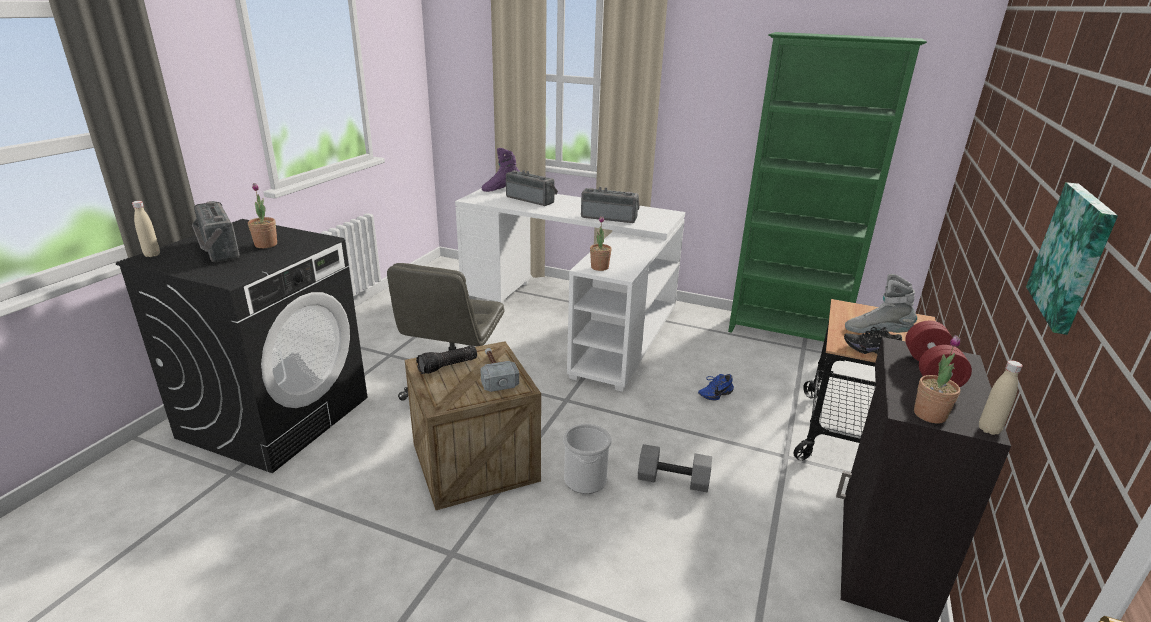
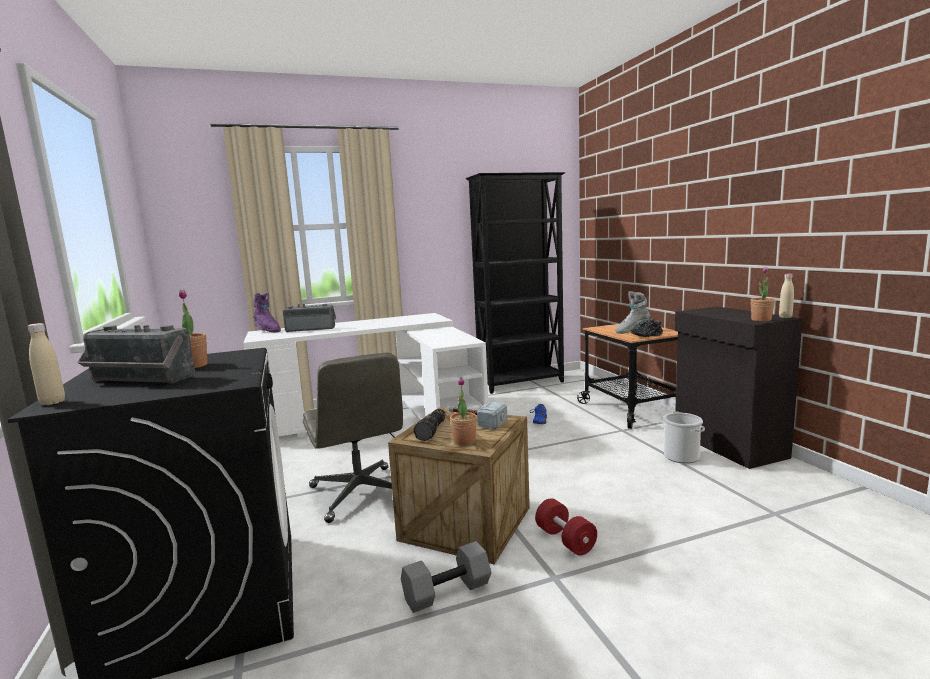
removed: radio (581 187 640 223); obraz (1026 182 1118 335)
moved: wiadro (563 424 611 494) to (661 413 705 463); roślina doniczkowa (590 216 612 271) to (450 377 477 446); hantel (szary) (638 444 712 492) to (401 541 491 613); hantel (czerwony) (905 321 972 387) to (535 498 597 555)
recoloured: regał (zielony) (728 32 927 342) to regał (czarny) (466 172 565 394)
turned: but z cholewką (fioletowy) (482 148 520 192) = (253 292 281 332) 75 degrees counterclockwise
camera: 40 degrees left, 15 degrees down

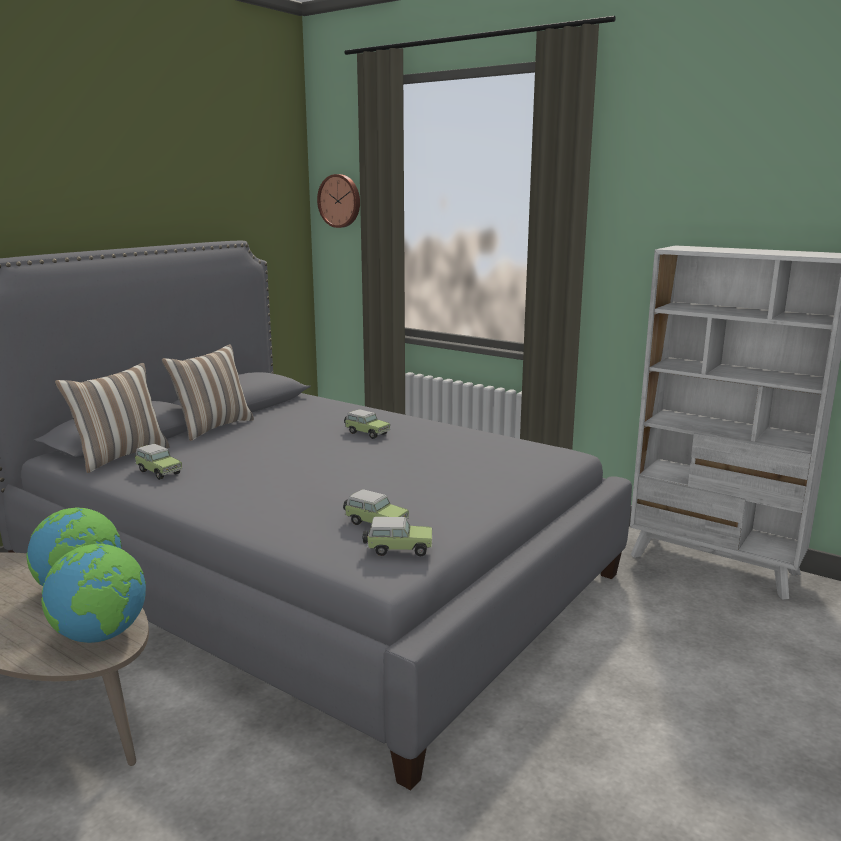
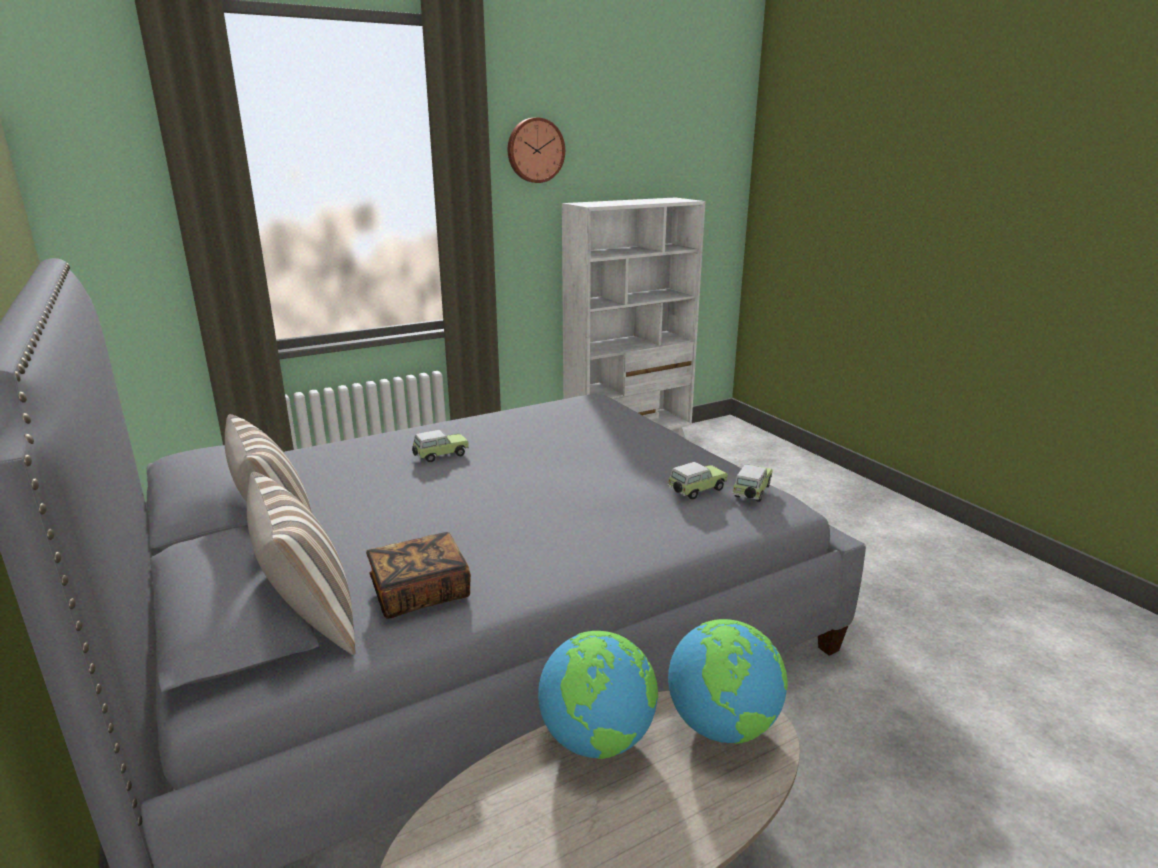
moved: zegar ścienny (317 174 360 228) to (508 118 565 183)
replaced: samochodzik (135 444 182 480) to książka (366 532 471 619)
camera: 65 degrees left, 5 degrees up

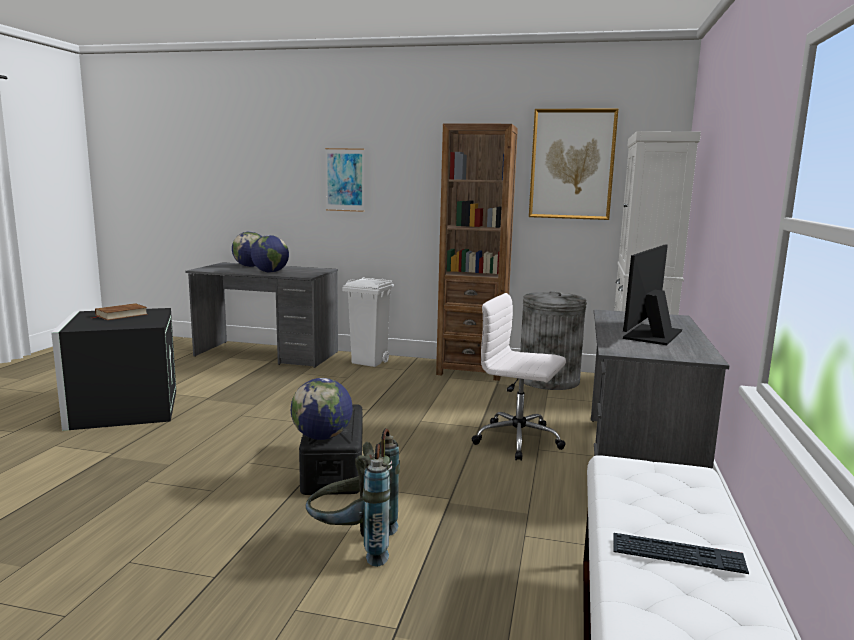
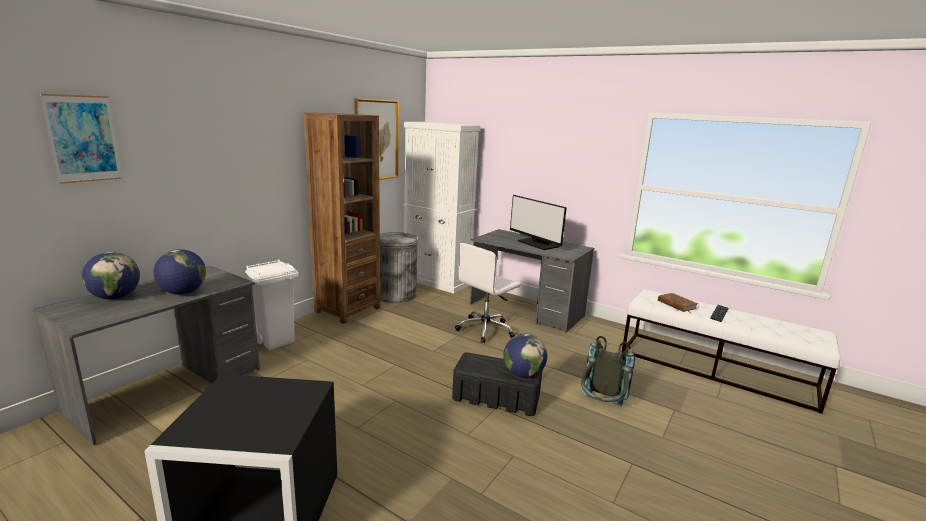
moved: książka (brązowy) (93 303 148 320) to (658 293 698 313); obraz (325 148 364 212) to (40 94 122 184)
camera: 70 degrees left, 5 degrees up

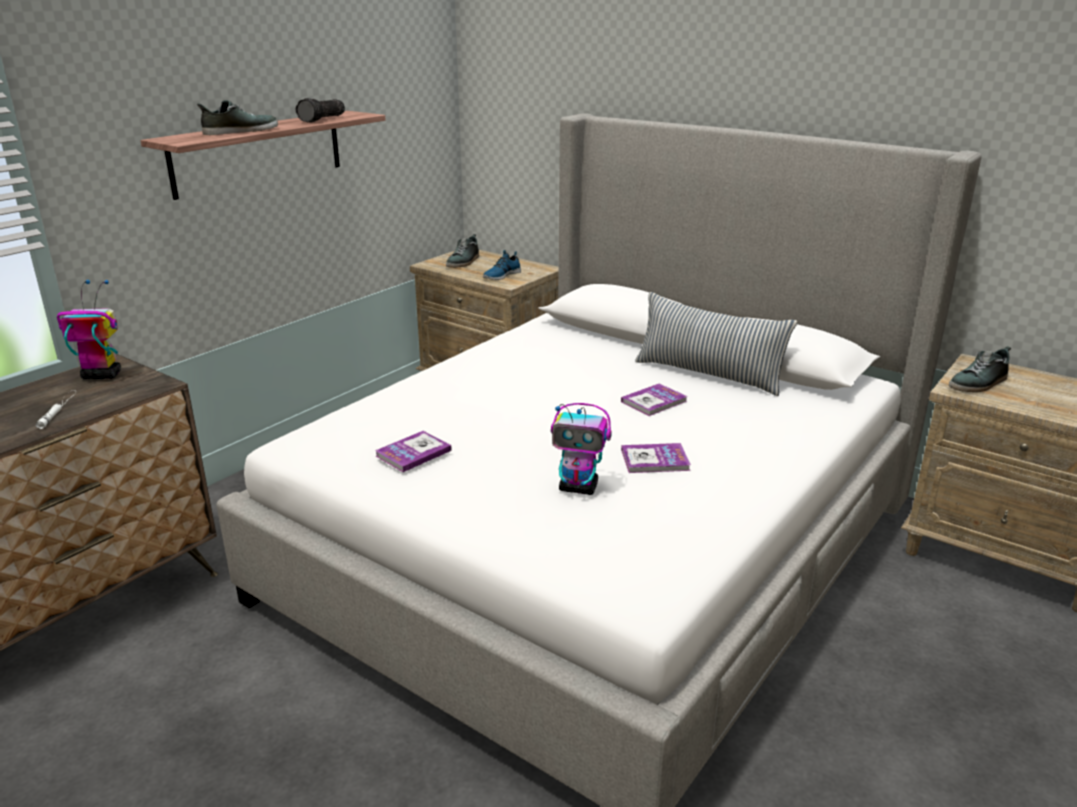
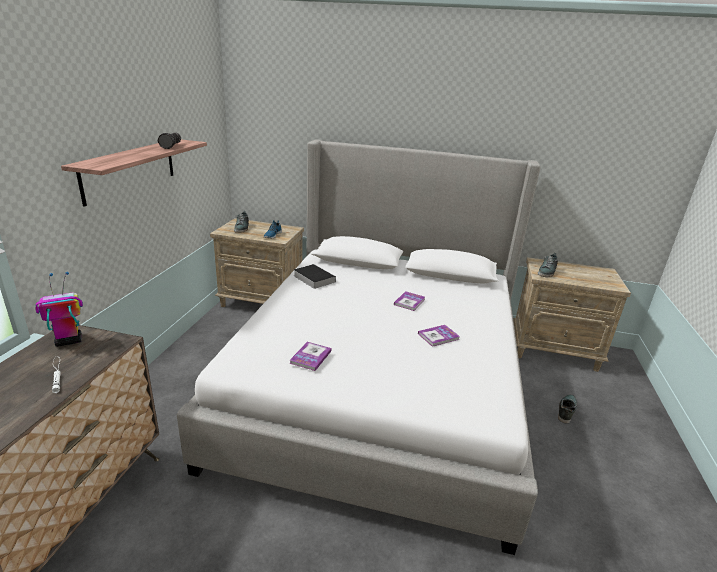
removed: robot zabawkowy (551 403 612 495); poduszka (635 292 797 396)
added: książka (294 264 336 289)
moved: but (197 100 278 135) to (558 395 577 424)
camera: 25 degrees left, 0 degrees up

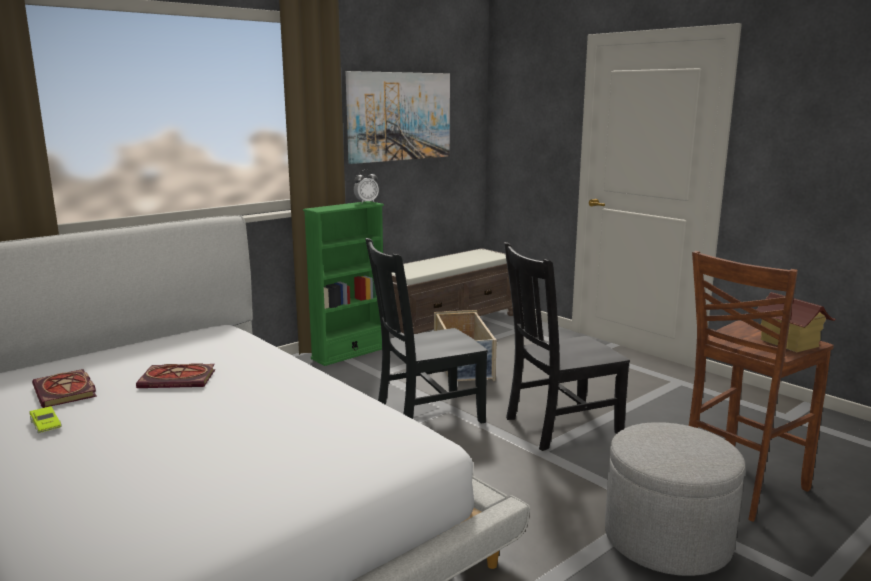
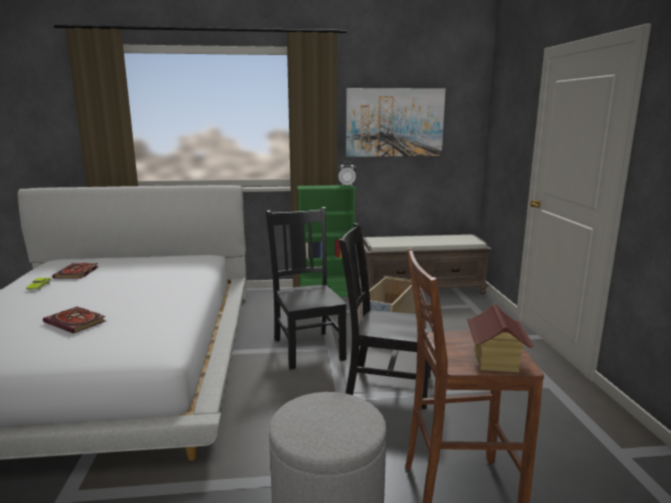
moved: książka (136 363 215 388) to (43 307 106 333)
turned: krzesło (czarny) (365 238 488 424) = (266 207 347 370) 60 degrees clockwise
camera: 35 degrees right, 0 degrees up

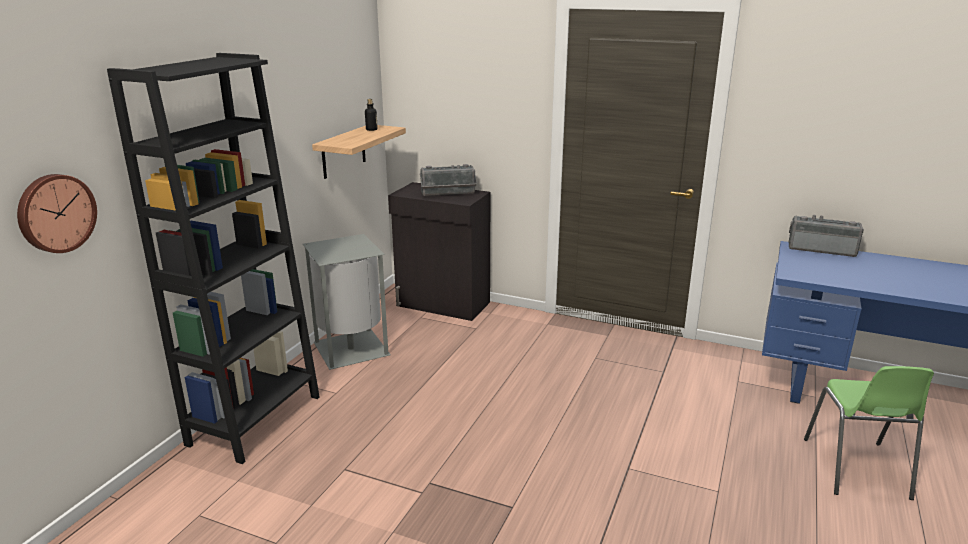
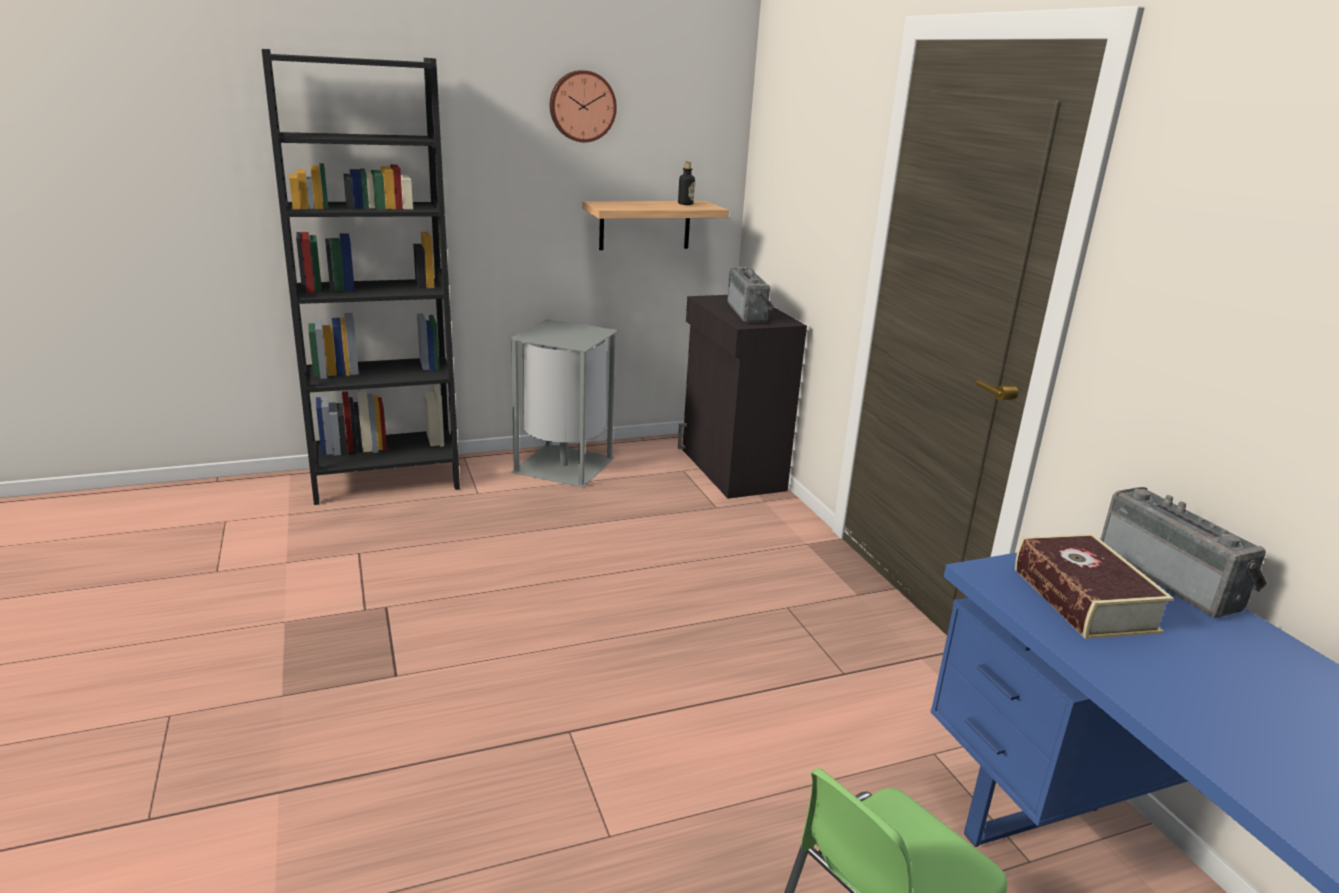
added: książka (1015 534 1174 639)
moved: zegar ścienny (17 174 97 253) to (550 70 617 142)
turned: radio (420 164 477 196) = (727 267 775 323) 135 degrees counterclockwise
camera: 45 degrees right, 0 degrees up

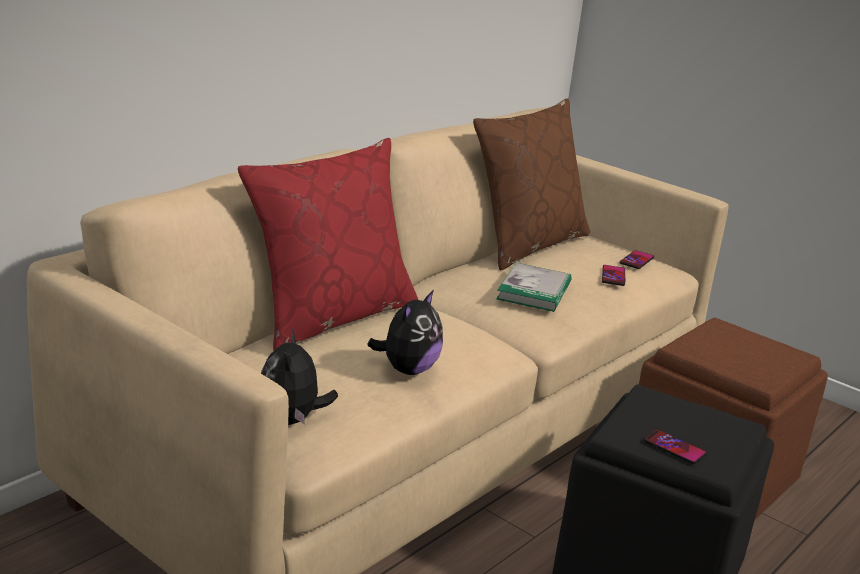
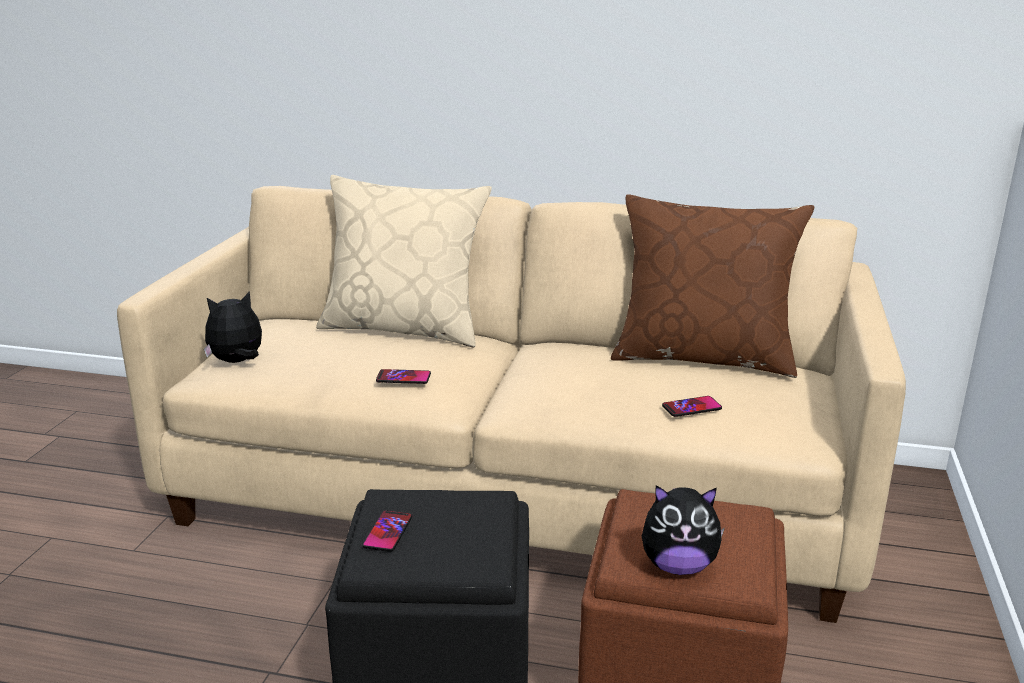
removed: książka (496 263 571 312)
moved: pluszak (367 290 443 375) to (642 485 725 575); telefon (620 250 654 269) to (376 369 431 384)
recoloured: poduszka (czerwony) (238 138 418 351) to poduszka (beżowy) (316 175 492 347)
camera: 65 degrees right, 0 degrees up

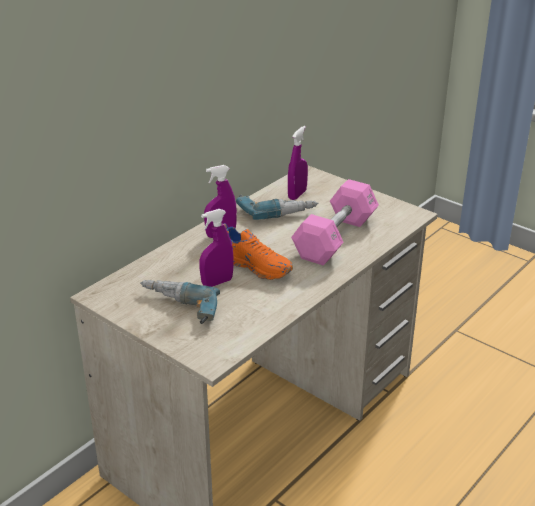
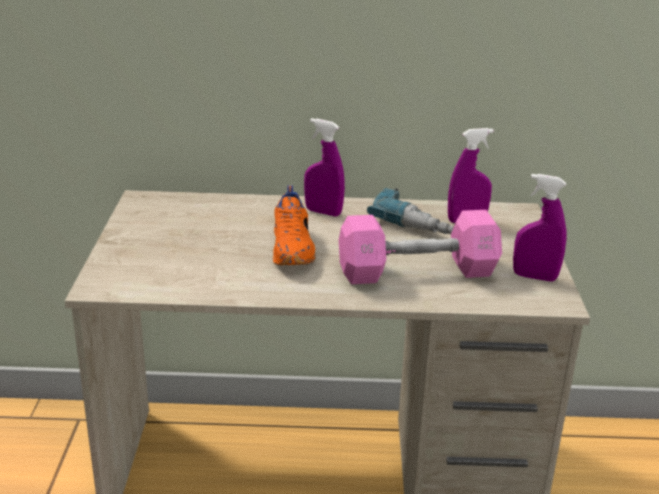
removed: wiertarka (140 280 220 324)
moved: spryskiwacz (fioletowy) (199 209 234 287) to (513 174 567 281)
camera: 50 degrees right, 5 degrees down

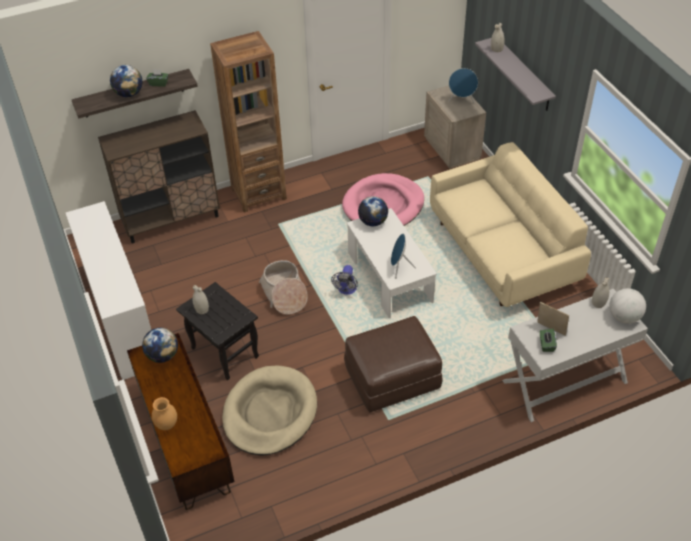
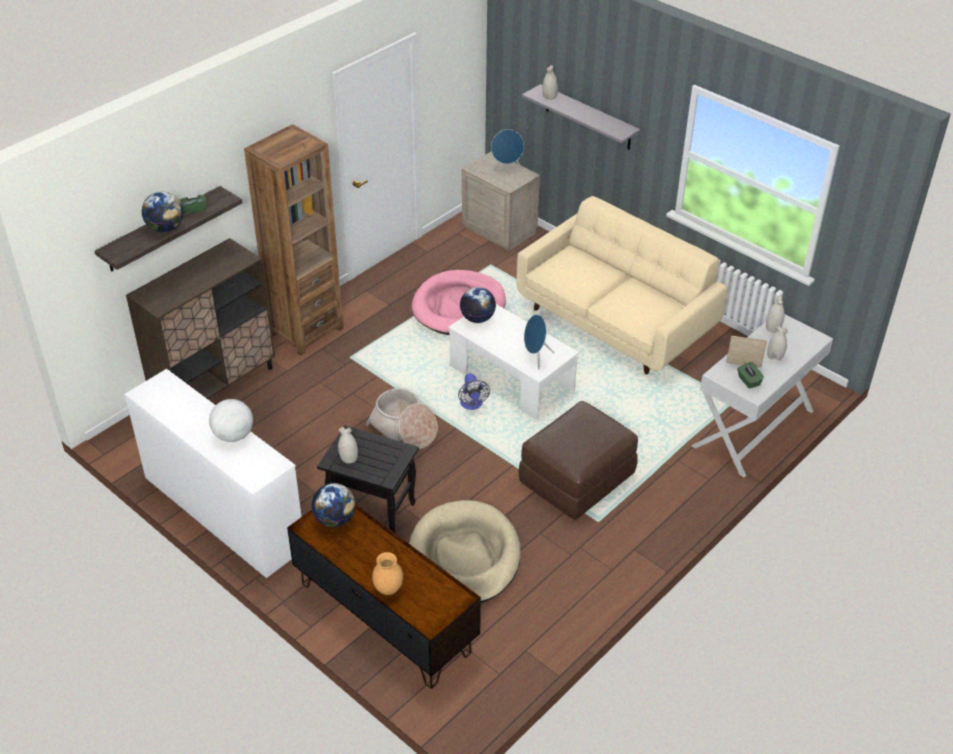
added: wazon (biały) (767 326 788 360)
moved: globus (609 288 646 324) to (209 399 253 442)
camera: 25 degrees left, 5 degrees down

